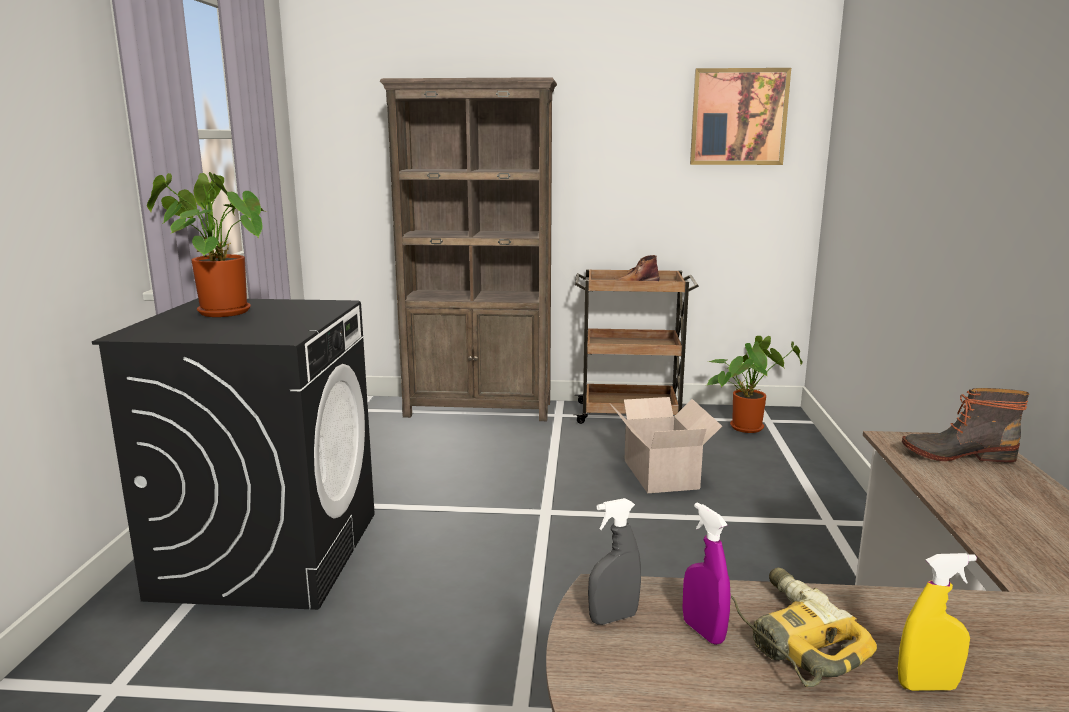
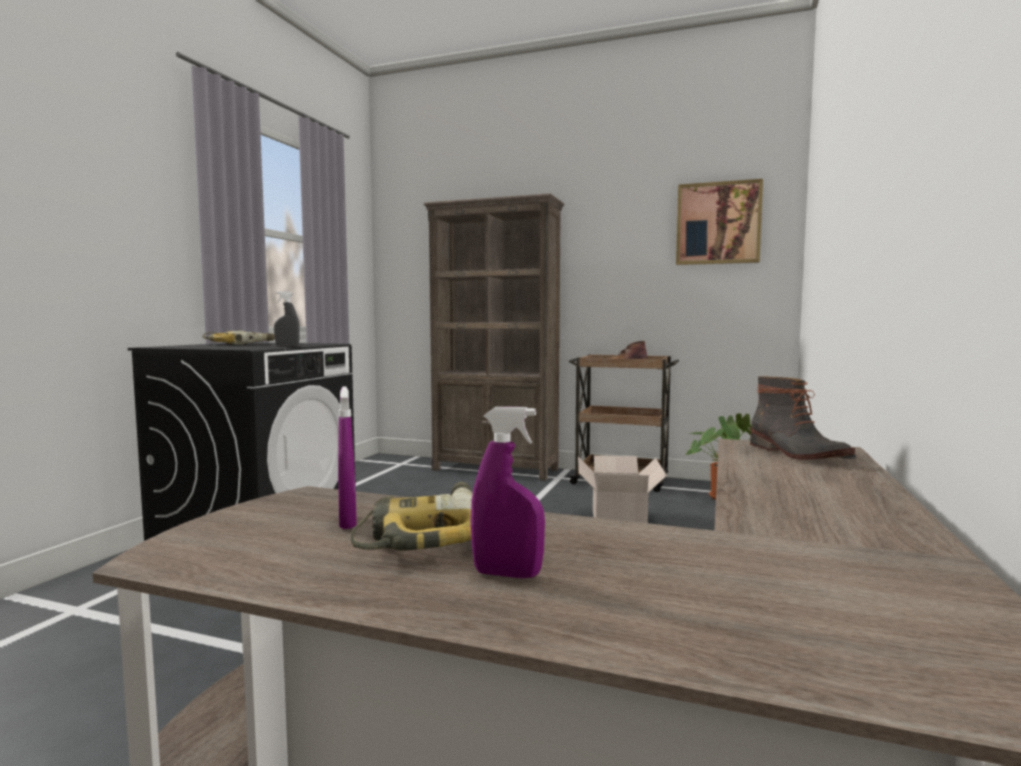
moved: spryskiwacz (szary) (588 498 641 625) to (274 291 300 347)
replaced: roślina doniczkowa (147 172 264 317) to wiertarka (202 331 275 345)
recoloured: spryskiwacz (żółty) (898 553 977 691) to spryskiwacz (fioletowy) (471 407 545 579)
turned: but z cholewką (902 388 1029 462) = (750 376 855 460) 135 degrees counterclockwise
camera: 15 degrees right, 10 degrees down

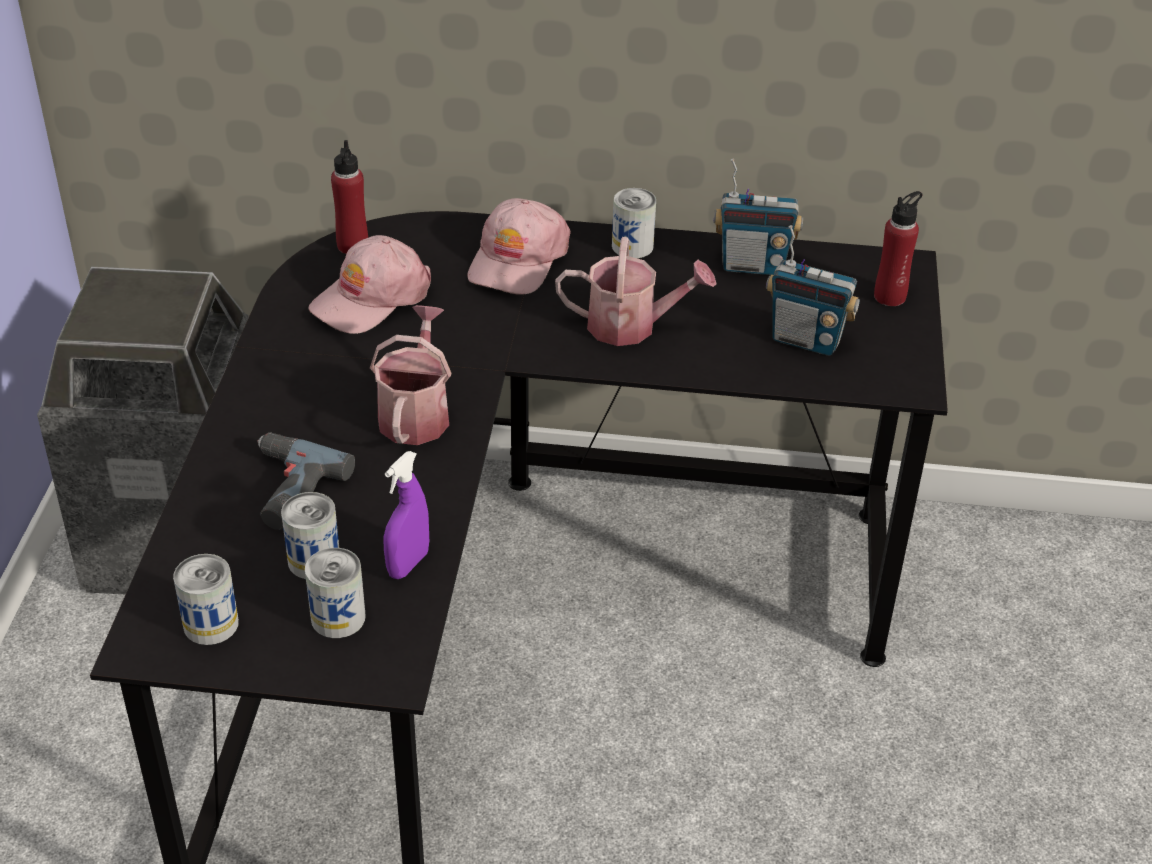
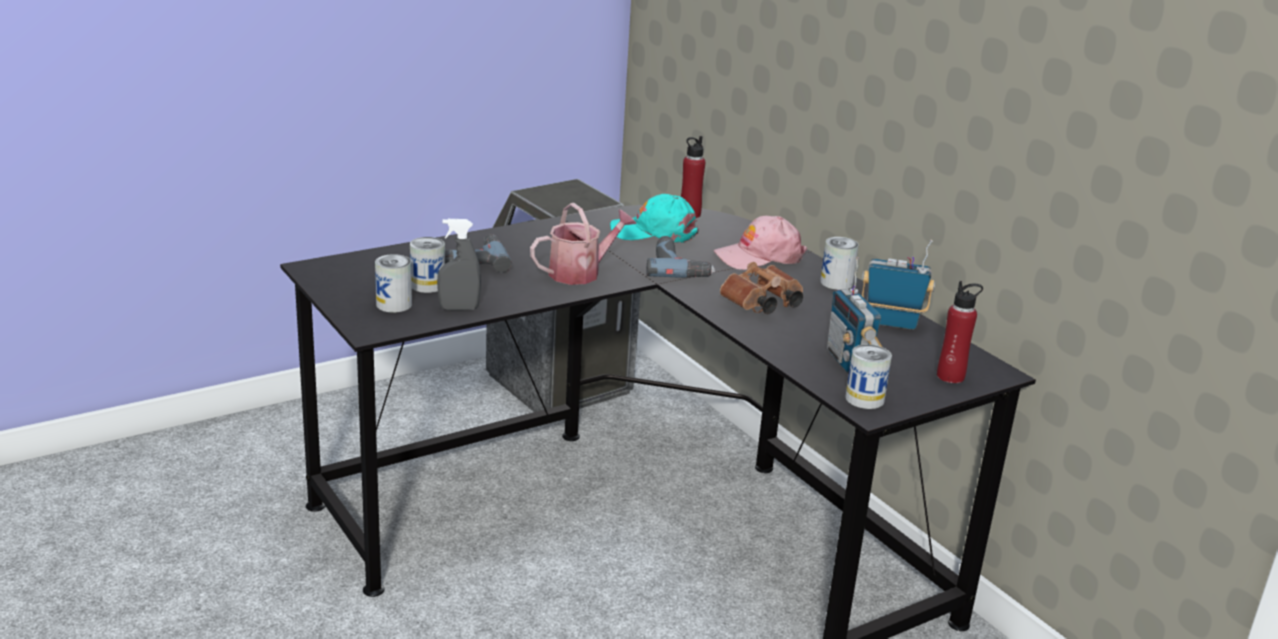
added: wiertarka (646 236 715 278)
moved: puszka (173 554 239 645) to (845 344 892 409)
replaced: konewka (555 237 716 346) to lornetka (brązowy) (720 262 803 314)
recoloured: czapka z daszkiem (różowy) (308 235 431 334) to czapka z daszkiem (turkusowy) (610 194 699 243); spryskiwacz (fioletowy) (383 451 429 579) to spryskiwacz (szary) (437 219 481 310)
turned: radio (713 158 803 275) = (862 240 935 330) 135 degrees clockwise
camera: 50 degrees right, 15 degrees down

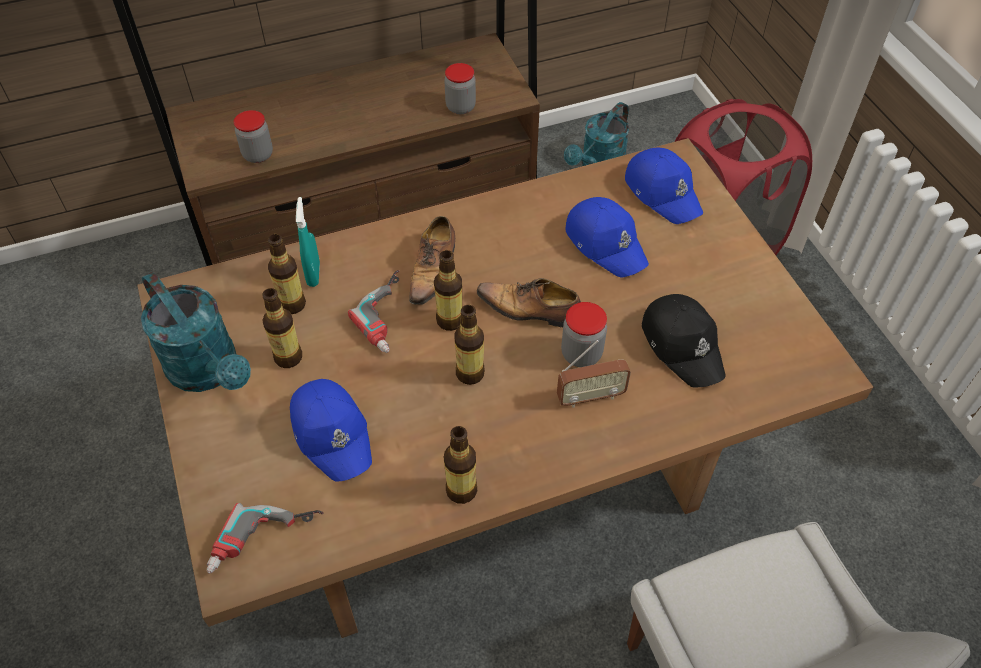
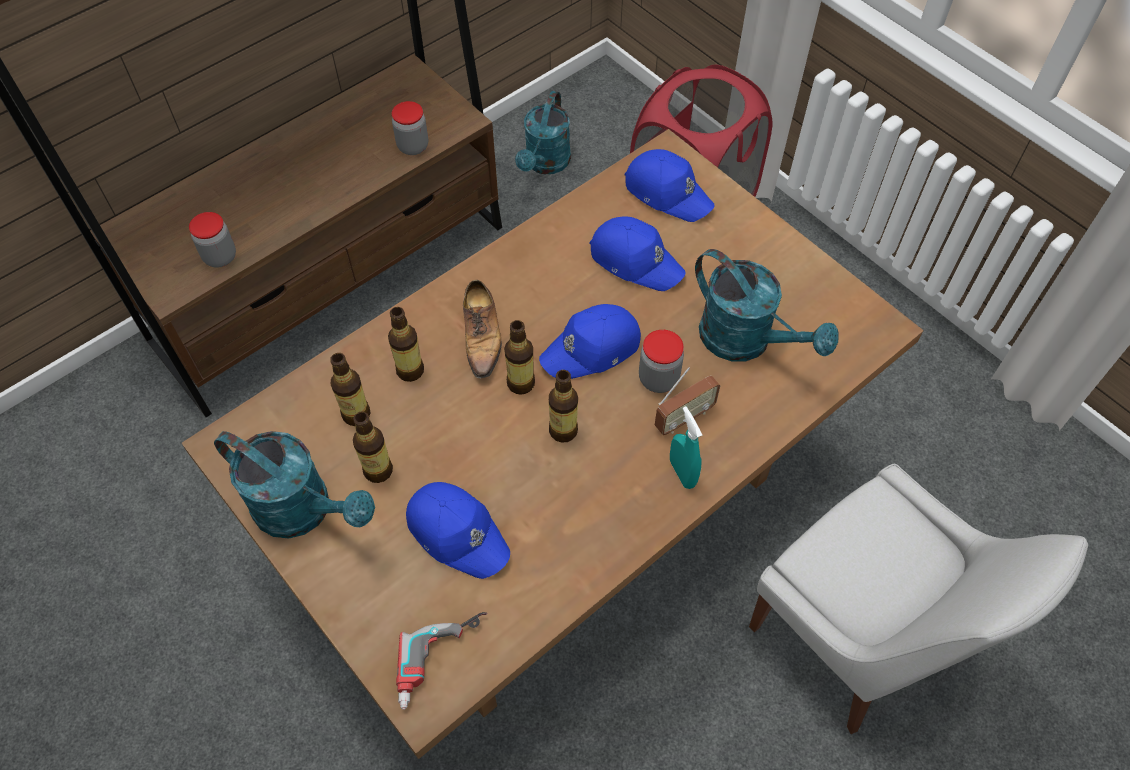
removed: wiertarka (348 270 400 353)
moved: spryskiwacz (turkusowy) (296 197 320 287) to (670 406 702 489); butelka (444 426 477 504) to (388 307 424 382)
replaced: but (477 278 581 327) to czapka z daszkiem (niebieski) (539 304 641 379); czapka z daszkiem (czarny) (642 294 725 388) to konewka (turkusowy) (695 249 839 362)
camera: 20 degrees left, 5 degrees up

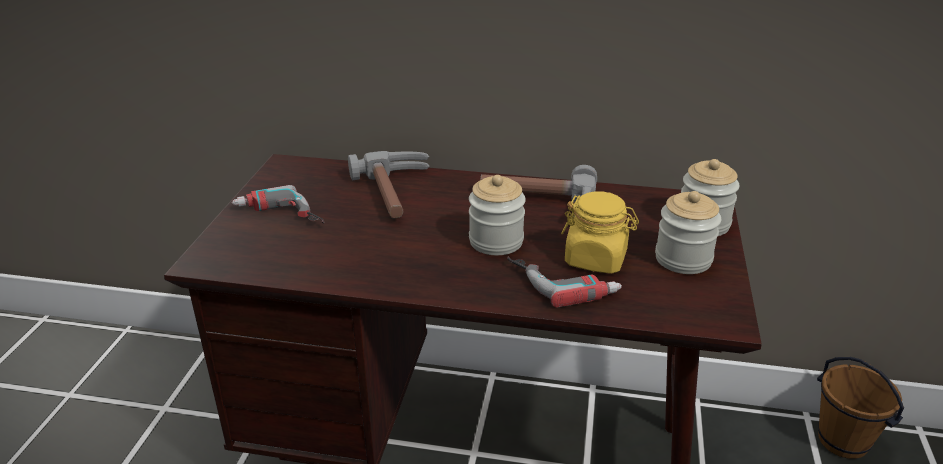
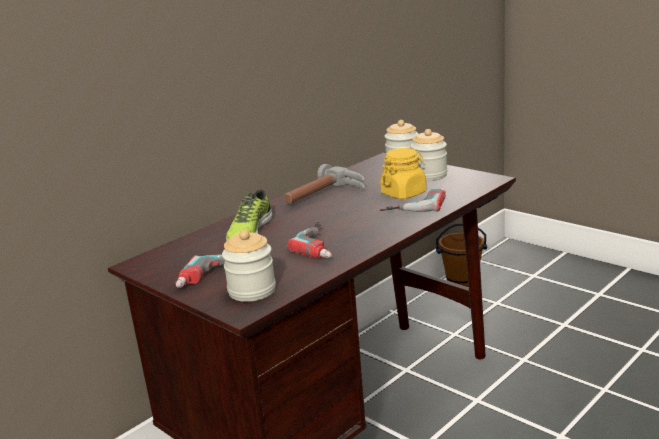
added: wiertarka (287 221 332 259)
moved: słoik (469 175 526 255) to (222 230 276 302)
replaced: młotek (348 151 429 218) to but (226 190 273 241)
camera: 55 degrees left, 10 degrees down

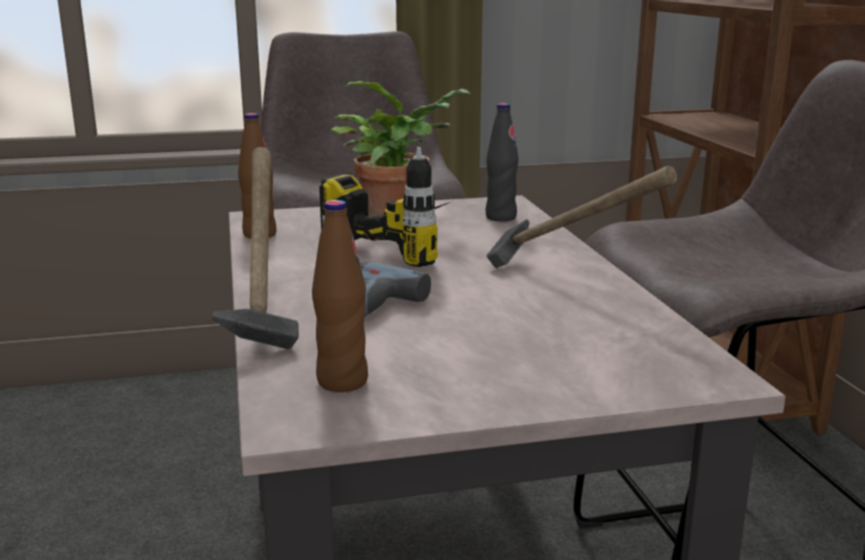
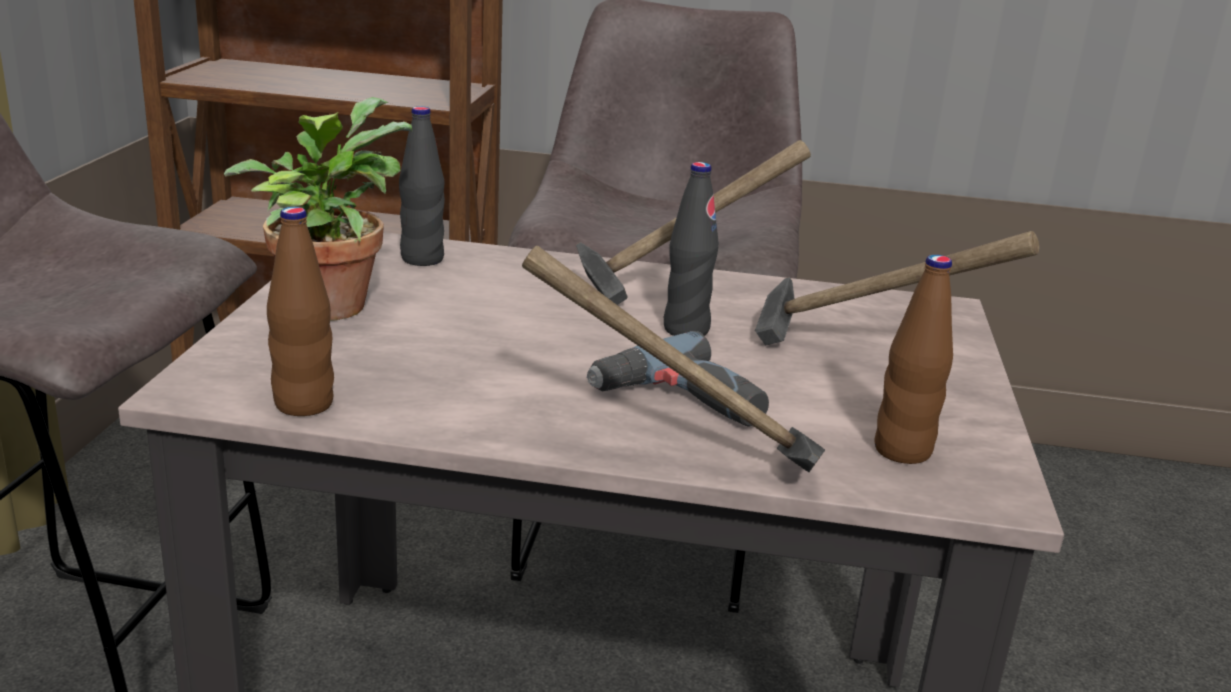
removed: wiertarka (319 147 453 267)
added: butelka (czarny) (663 162 719 336); młotek (755 231 1039 345)
camera: 70 degrees left, 5 degrees up

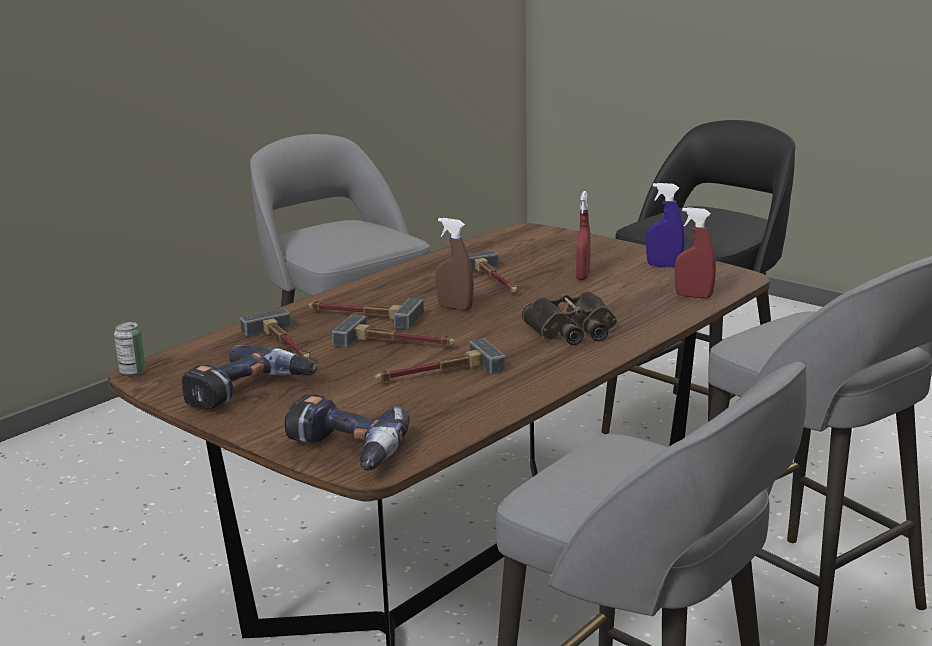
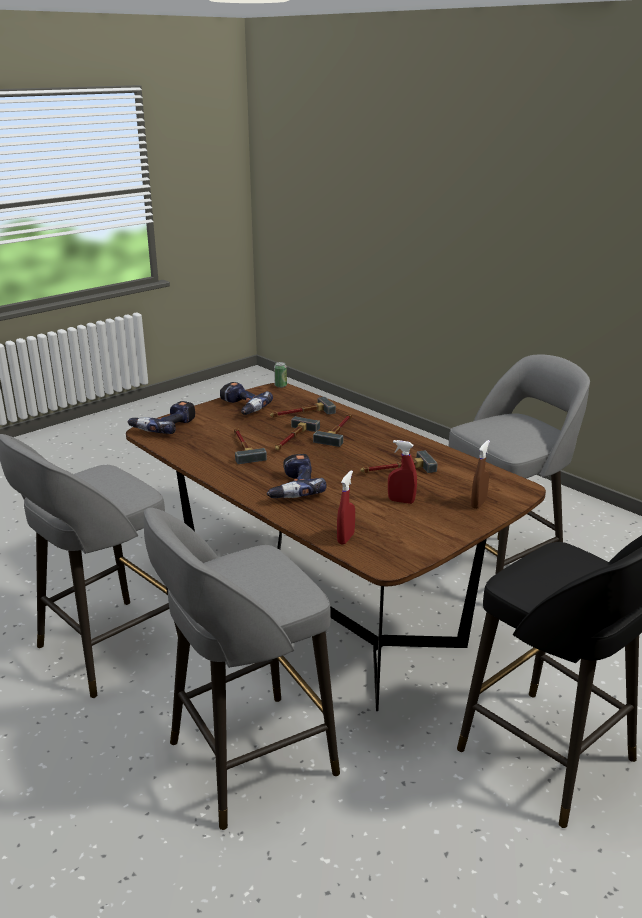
removed: spryskiwacz (niebieski) (646 183 685 267)
moved: spryskiwacz (brązowy) (436 218 474 310) to (471 440 490 509)
replaced: lornetka (521 291 617 345) to wiertarka (267 454 327 498)
camera: 95 degrees right, 5 degrees up

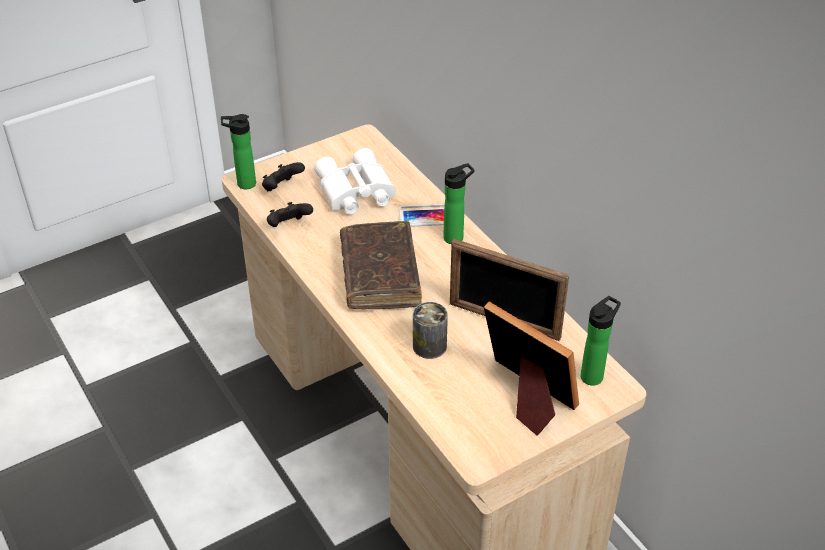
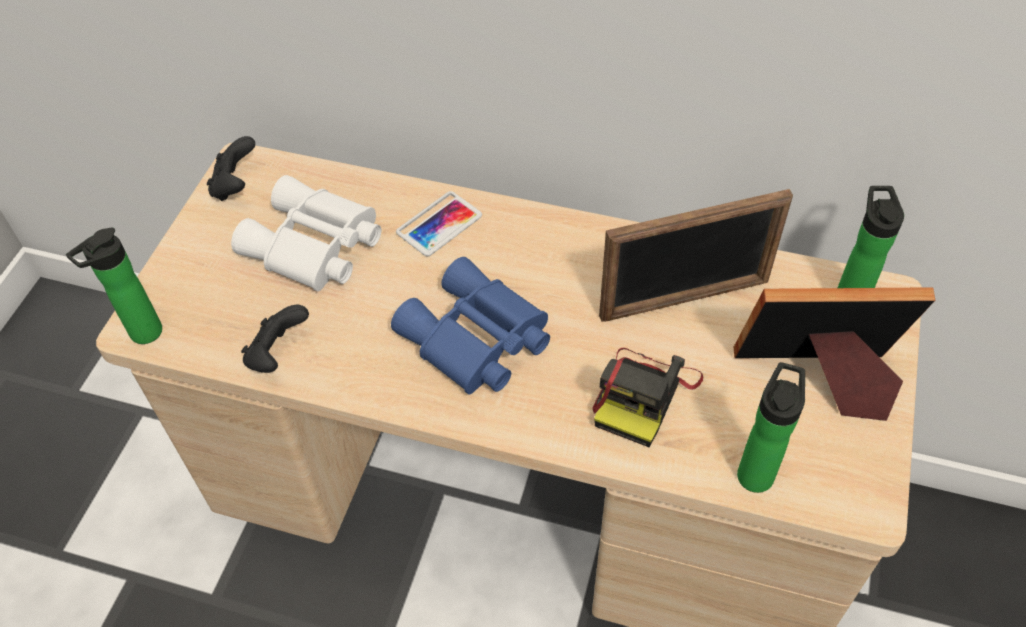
moved: pad do gier (czarny) (262 162 305 191) to (207 136 255 201); butelka (443 163 474 244) to (737 362 805 493)
replaced: książka (brązowy) (340 221 422 309) to lornetka (niebieski) (391 257 550 395); puszka (413 302 448 359) to aparat fotograficzny (593 348 703 448)
camera: 40 degrees left, 10 degrees up

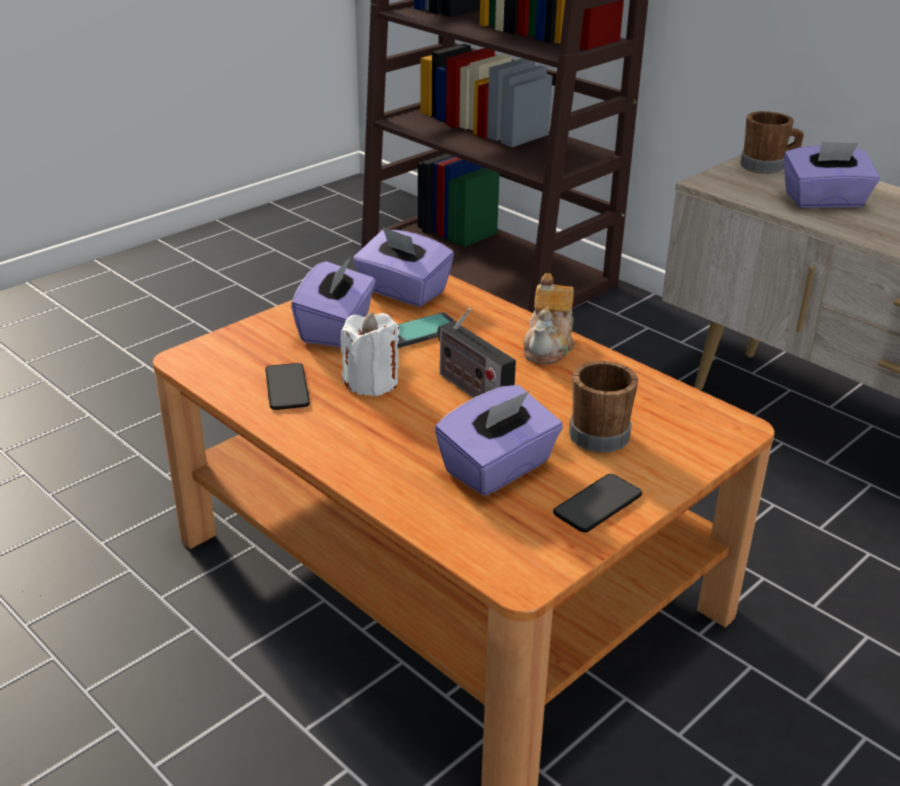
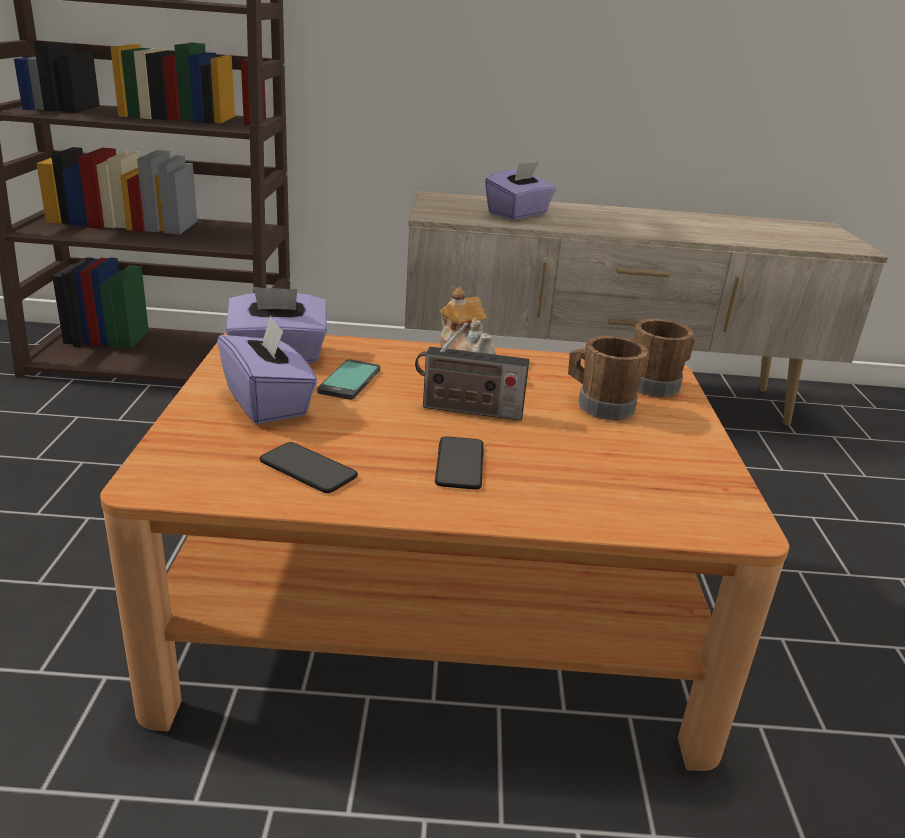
removed: świeca (biały) (341 312 400 397); pudełko chusteczek (fioletowy) (435 385 563 496)
moved: telefon (553 474 642 532) to (435 437 483 489); kubek (brązowy) (740 111 804 174) to (634 319 695 397)
camera: 45 degrees left, 5 degrees down

